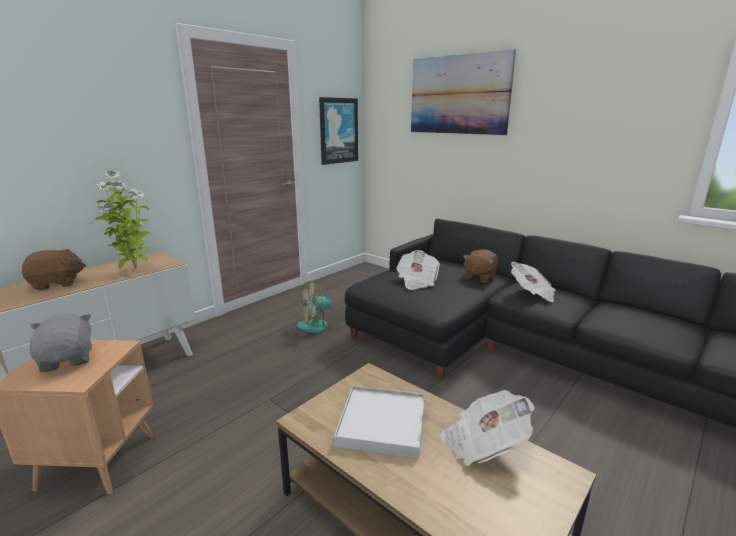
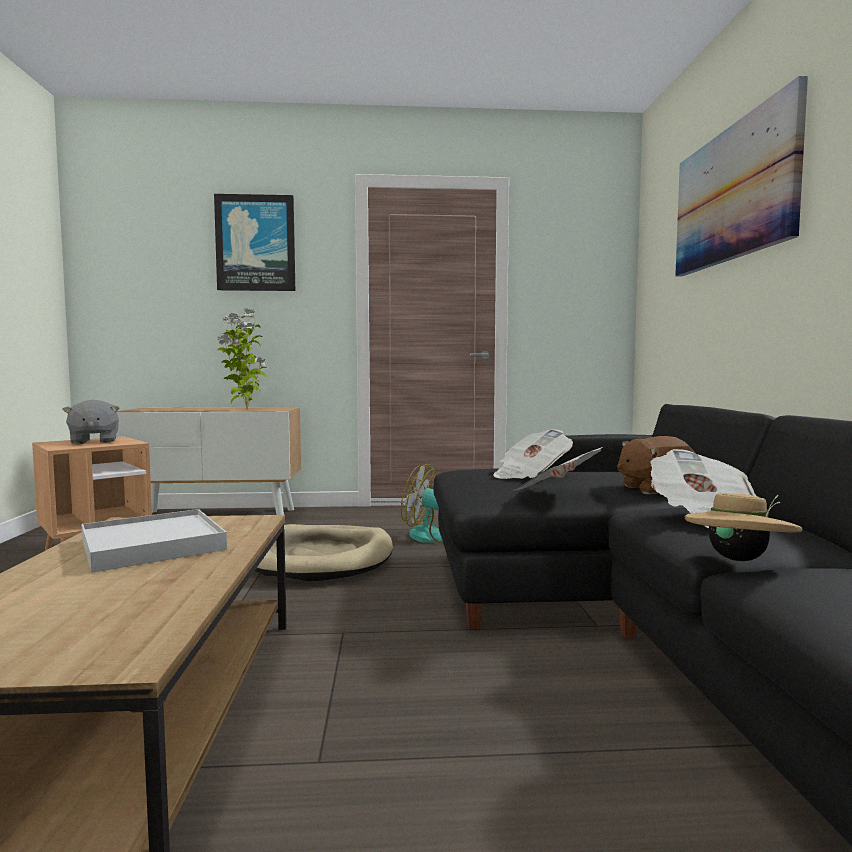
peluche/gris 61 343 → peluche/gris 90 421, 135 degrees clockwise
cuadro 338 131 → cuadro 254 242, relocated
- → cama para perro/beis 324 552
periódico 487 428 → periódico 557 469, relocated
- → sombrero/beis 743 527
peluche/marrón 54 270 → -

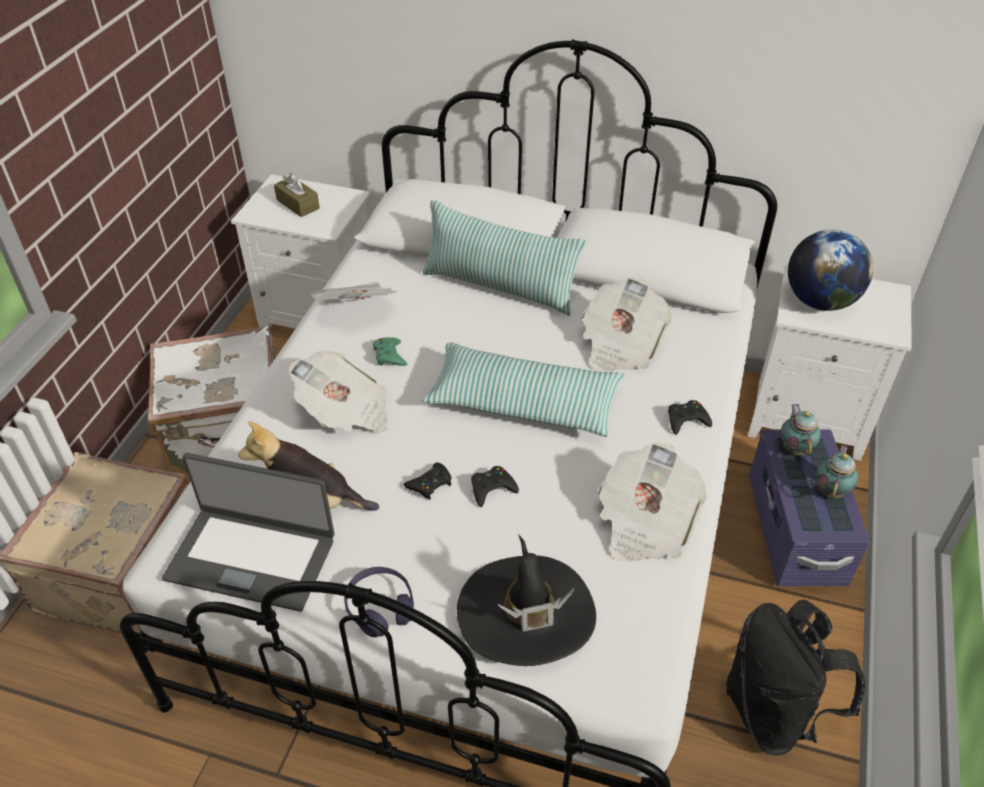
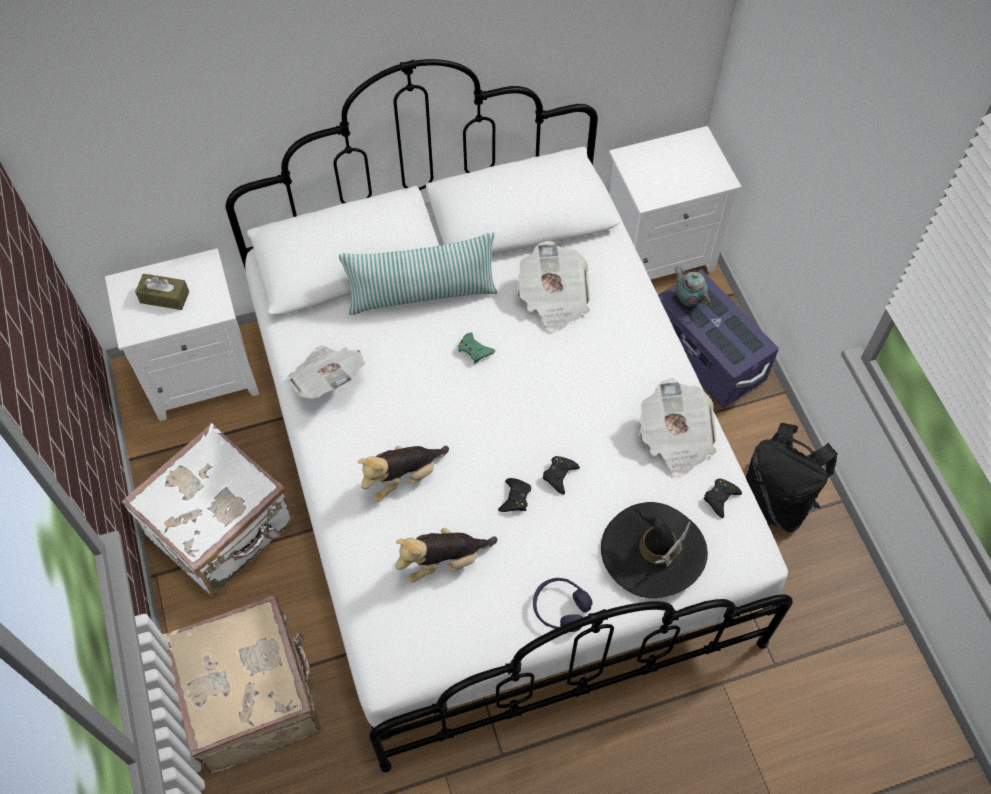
periódico 338 391 → peluche 403 474
mando de consola/verde 390 351 → mando de consola/verde 476 348, relocated
mando de consola/negro 690 417 → mando de consola/negro 722 498, relocated
portátil 248 532 → -
cojín 523 389 → -
globo terráqueo 830 270 → -
tetera 837 472 → -

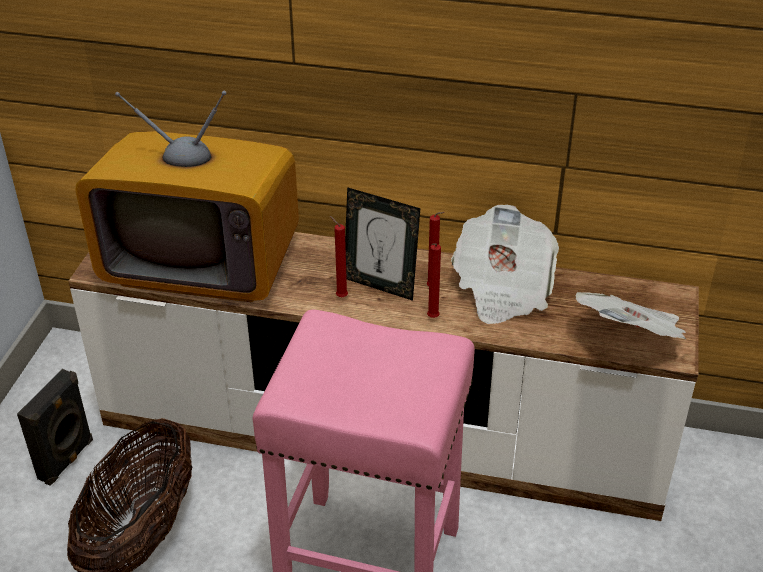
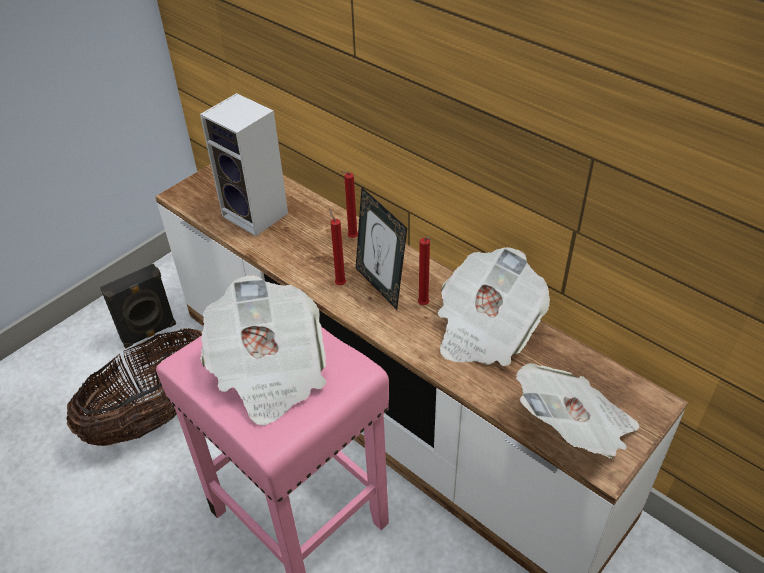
televisor 187 196 → altavoz 244 164
- → periódico 263 350
vela/rojo 434 280 → vela/rojo 349 204, relocated

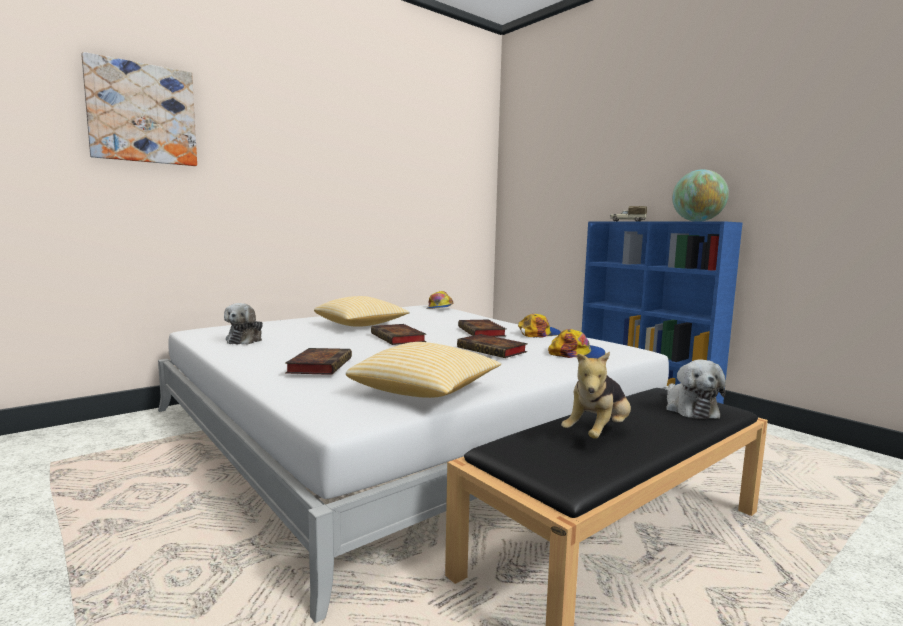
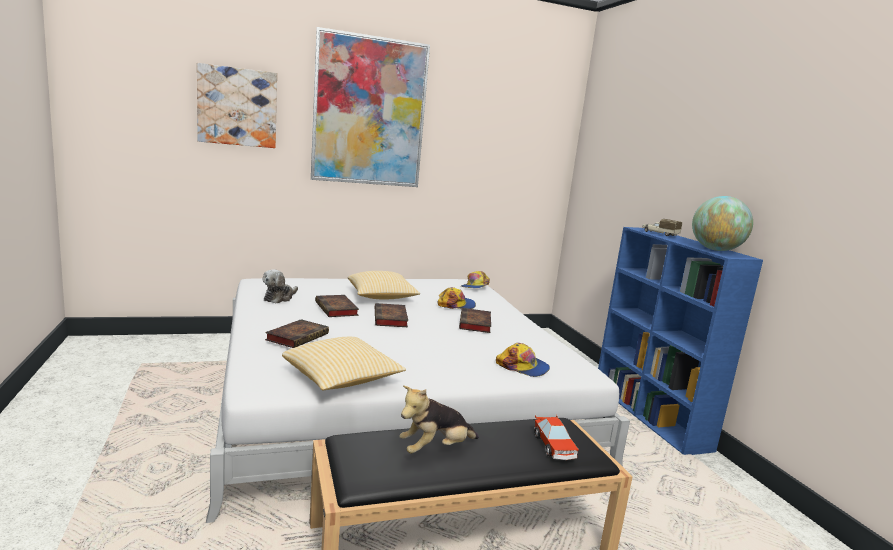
- → cuadro 370 107
libro 492 346 → libro 337 306, relocated
gorra 539 326 → gorra 457 298, relocated
peluche 696 389 → coche de juguete 556 437

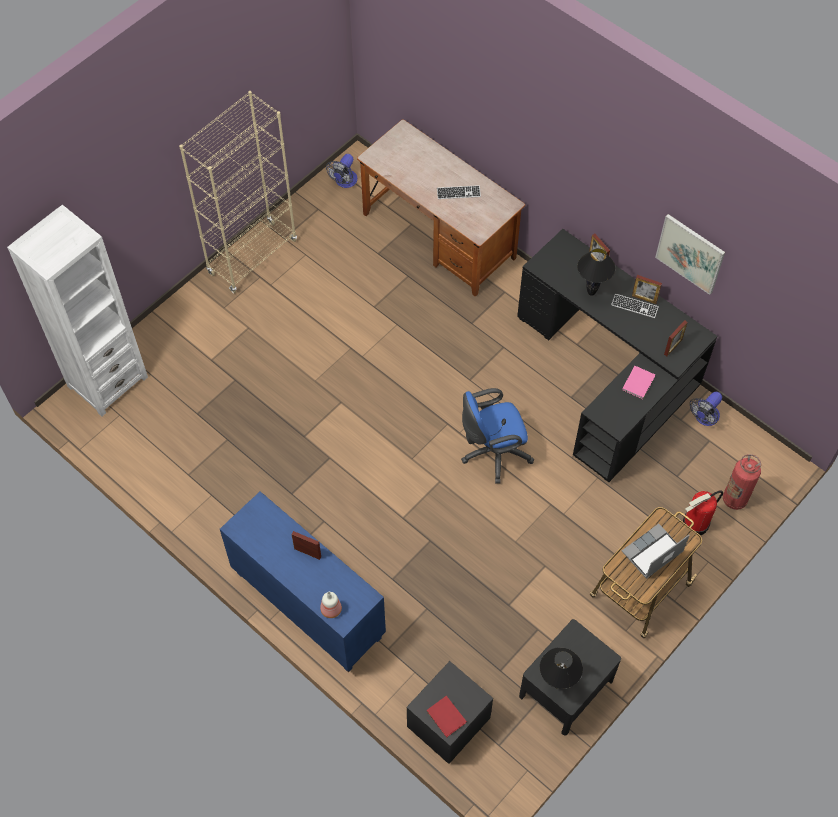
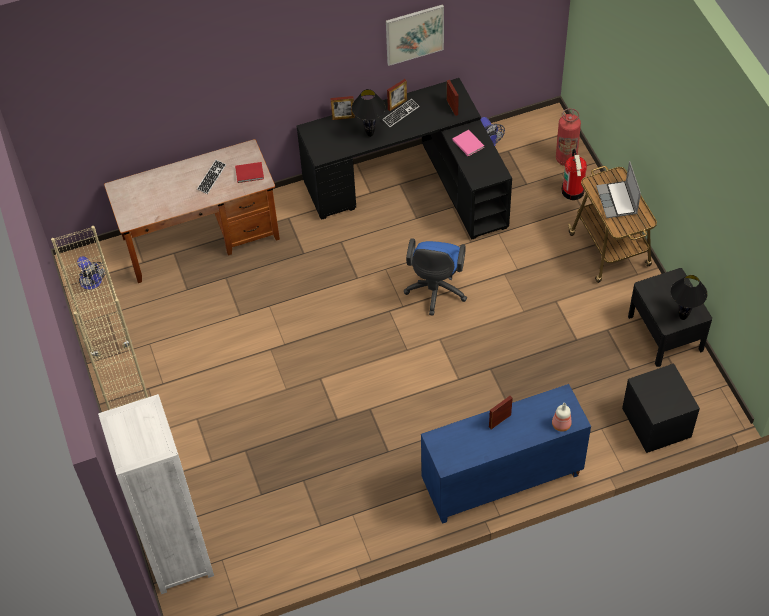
libro/rojo 446 717 → libro/rojo 249 172, relocated

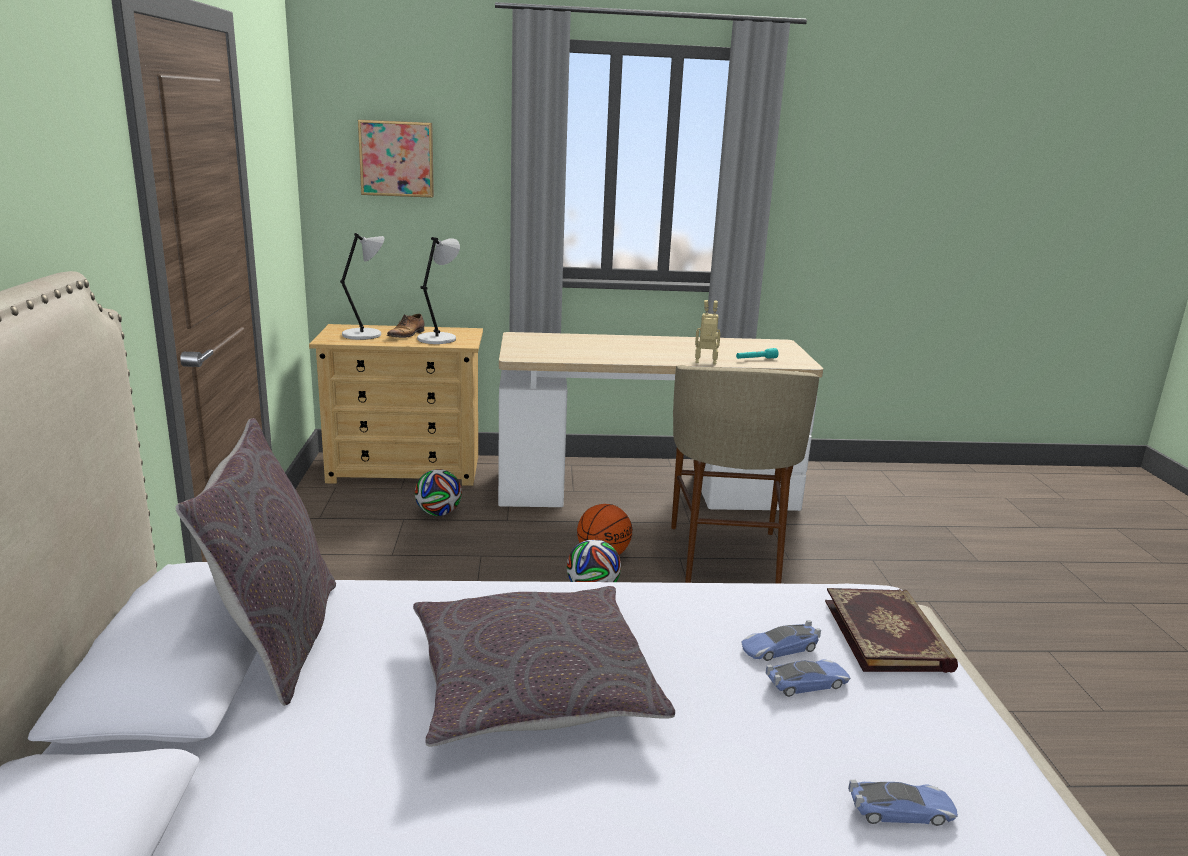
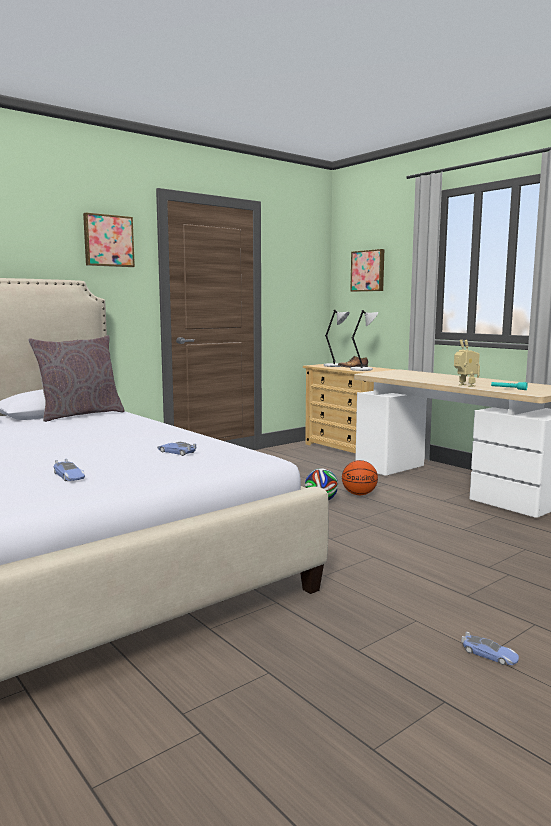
- → cuadro 109 240
coche de juguete 808 678 → coche de juguete 490 648, relocated
cojín/gris 544 666 → -
balón de fútbol 438 492 → -
taburete/beis 745 474 → -
libro 891 630 → -

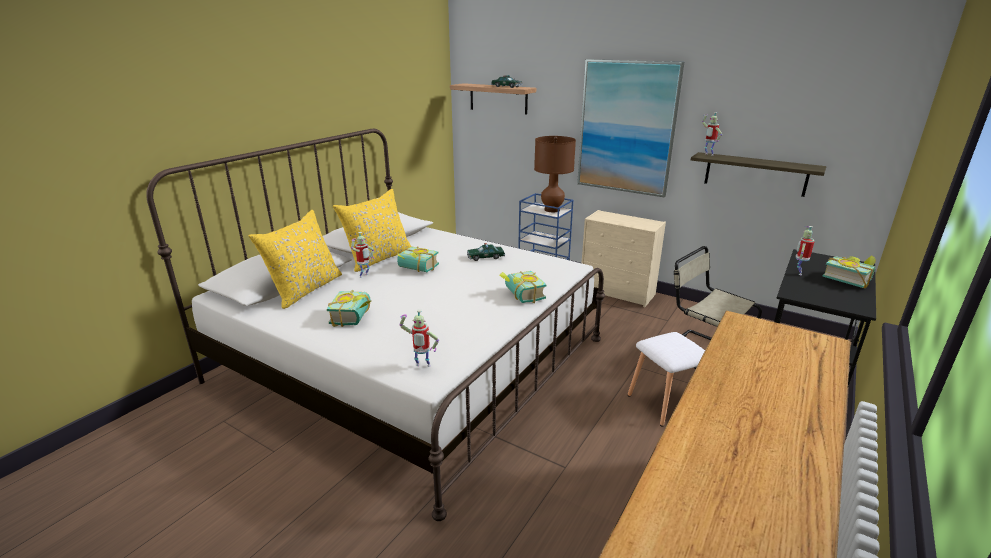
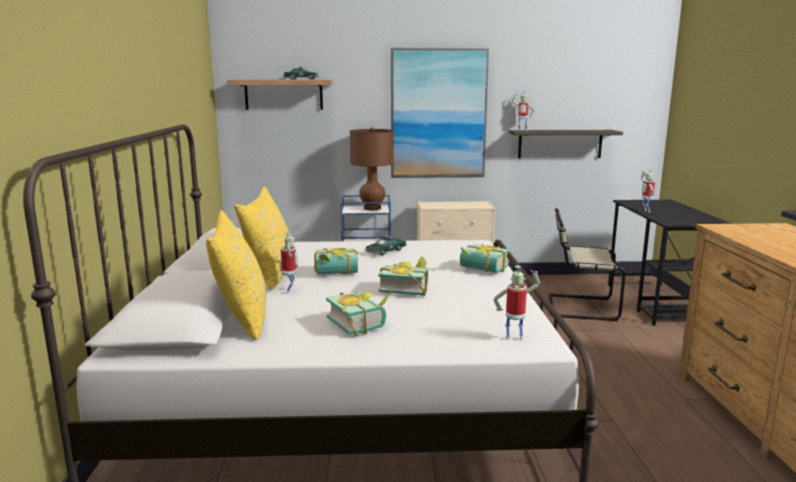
libro 849 272 → libro 403 276, relocated
robot de juguete 419 338 → robot de juguete 517 303, 150 degrees counterclockwise
taburete/blanco 666 379 → -

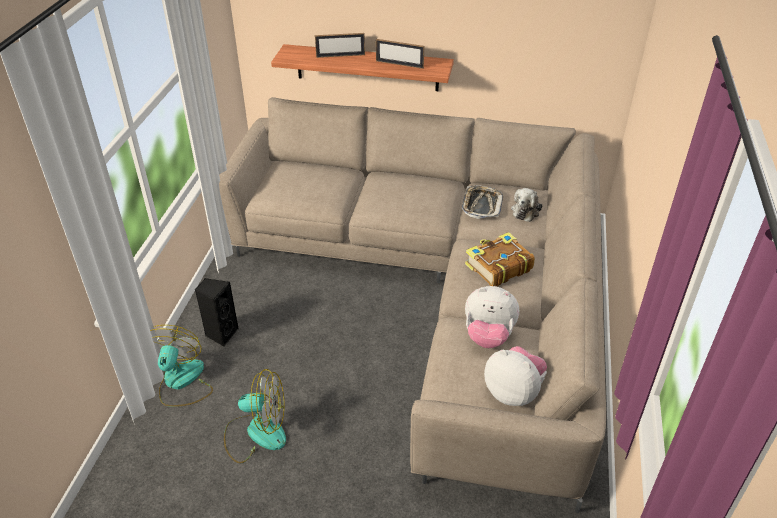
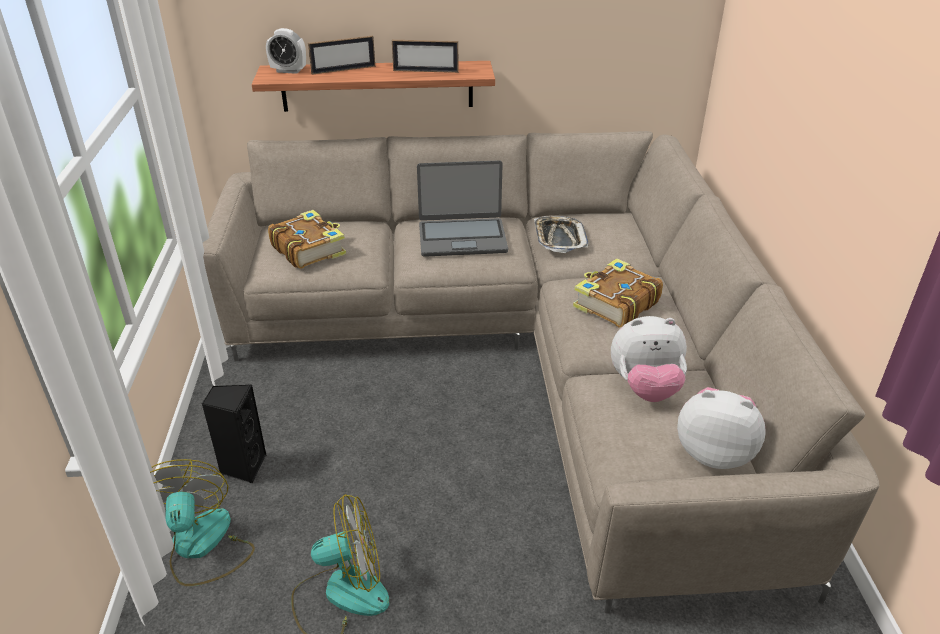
- → despertador 286 51
- → libro 307 239
- → portátil 462 208
peluche 526 205 → -

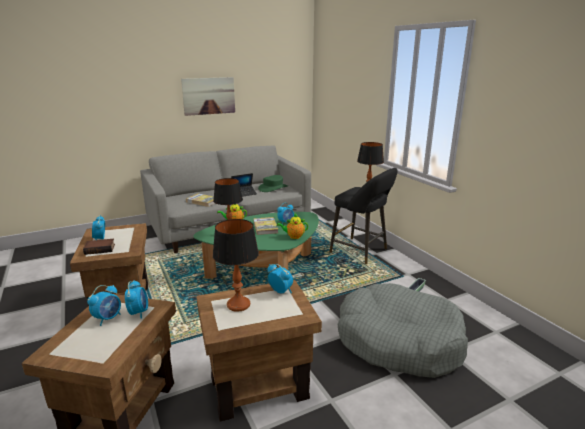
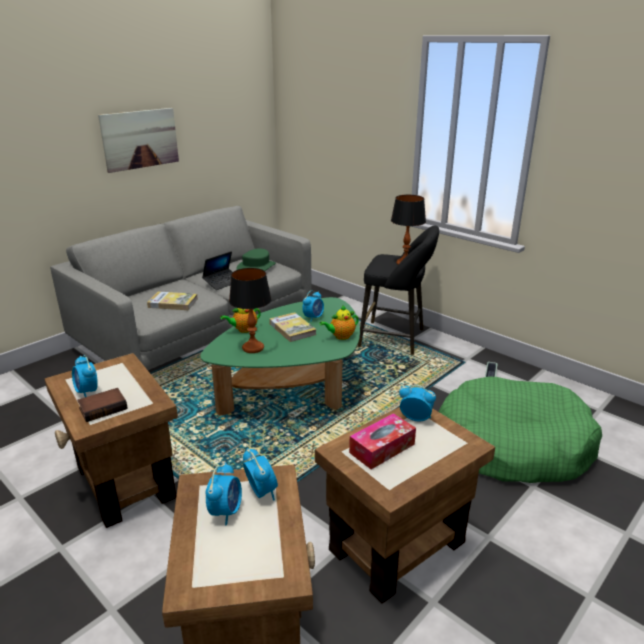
lámpara de mesa 235 265 → caja de pañuelos 382 441
cama para perro/gris 402 330 → cama para perro/verde 520 429

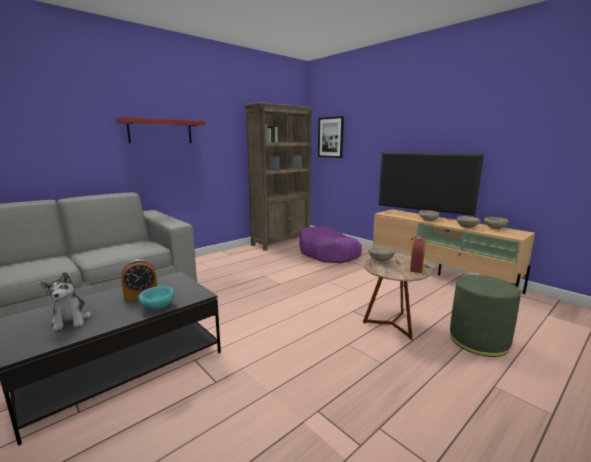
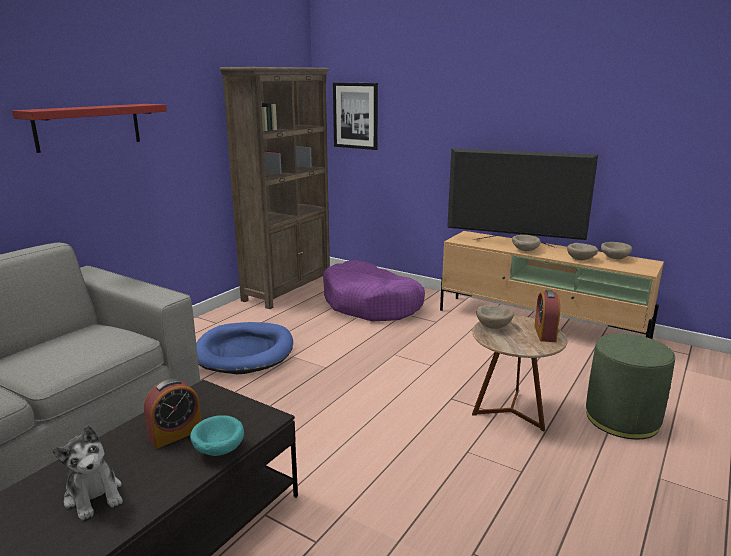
- → cama para perro/azul 244 348

